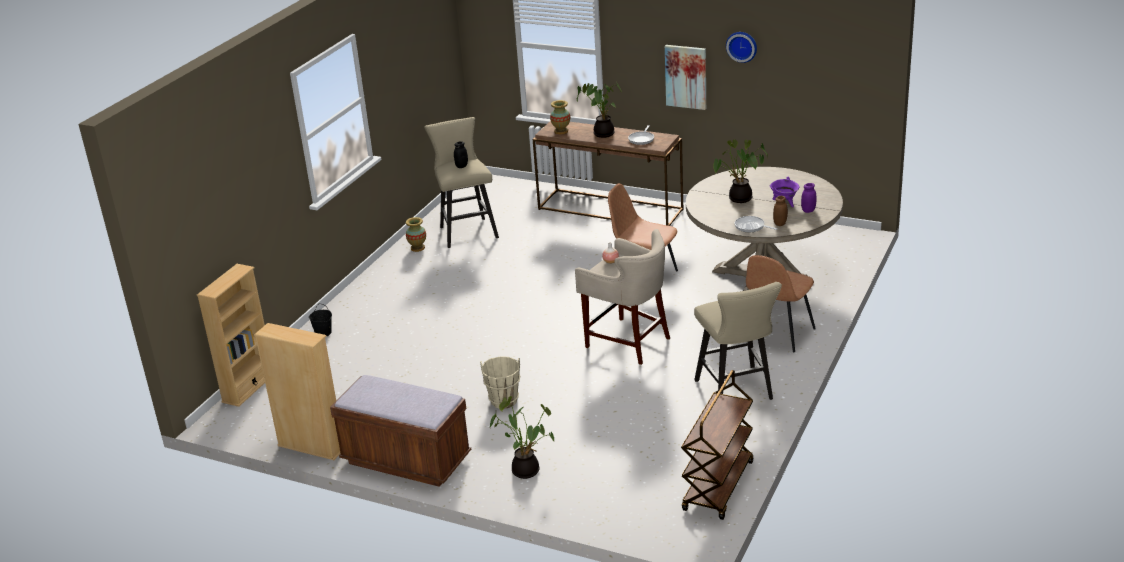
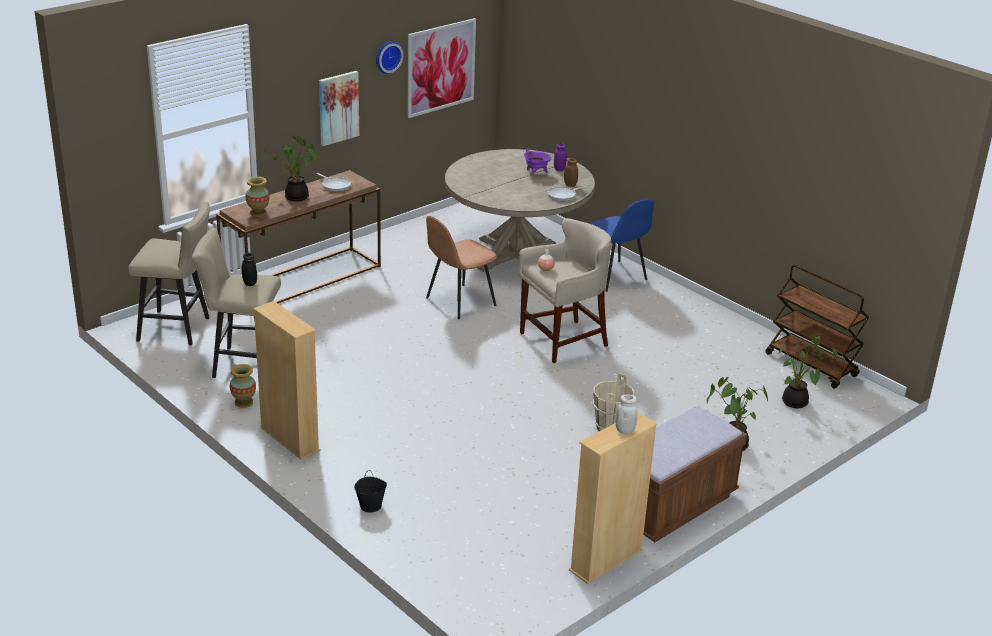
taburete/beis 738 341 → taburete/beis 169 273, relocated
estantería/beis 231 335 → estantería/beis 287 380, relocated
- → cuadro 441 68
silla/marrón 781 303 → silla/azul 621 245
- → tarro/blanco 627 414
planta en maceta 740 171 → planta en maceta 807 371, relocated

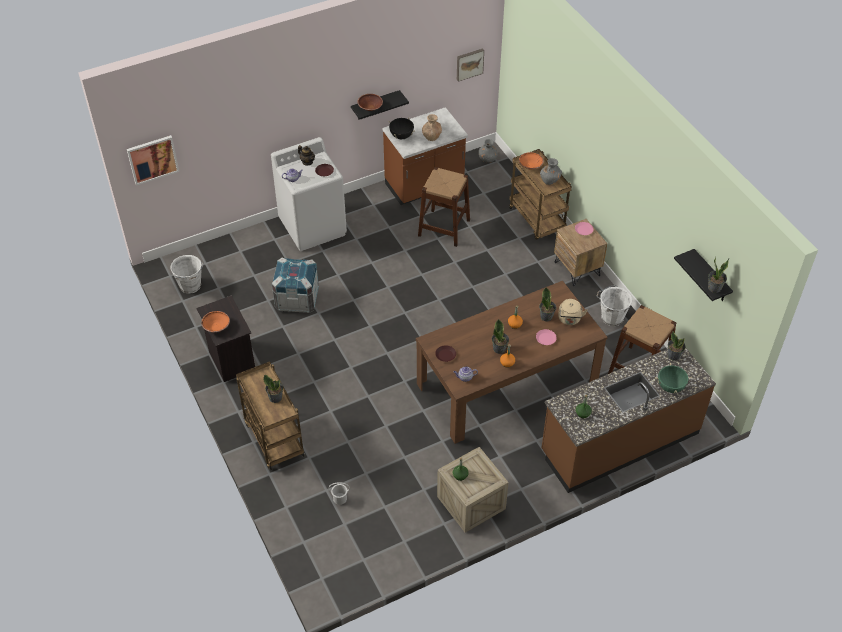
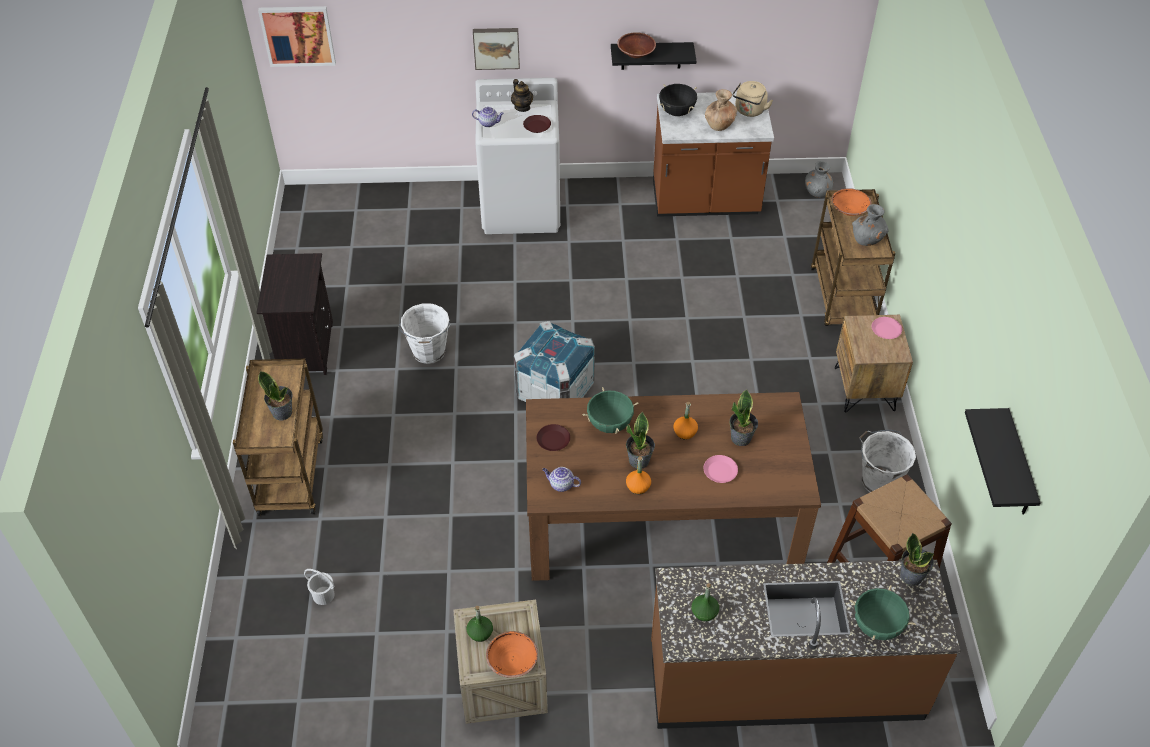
cubo/blanco 186 274 → cubo/blanco 424 333, relocated
cuadro 470 65 → cuadro 496 49, relocated
cuenco/naranja 215 321 → cuenco/naranja 512 654, relocated
caja de embalaje 295 285 → caja de embalaje 554 361, relocated
- → olla/verde 610 410
hervidor/beis 573 312 → hervidor/beis 753 99, relocated
taburete/marrón 444 207 → -
planta en maceta 718 275 → -

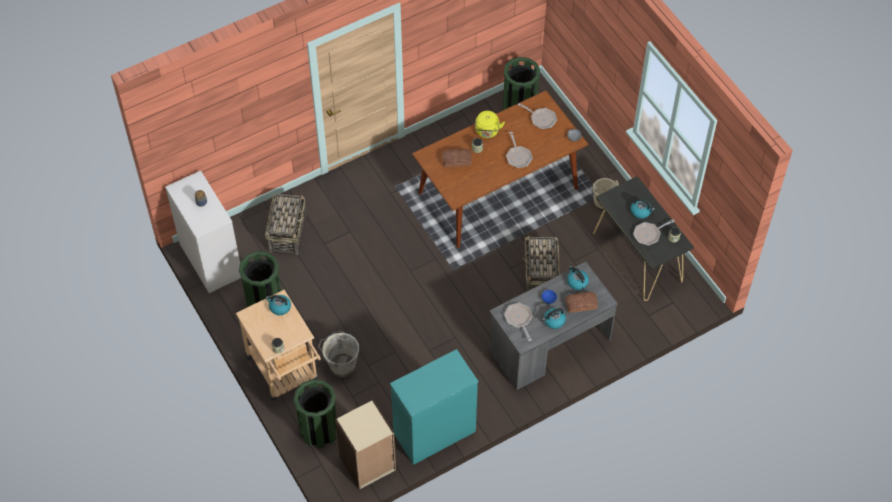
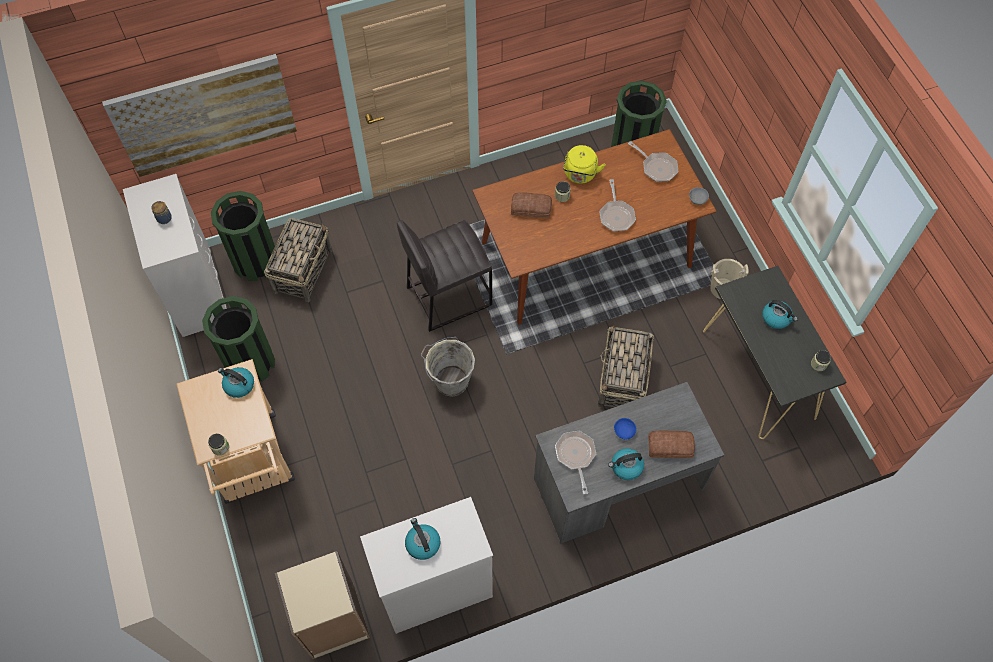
- → cuadro 199 115
papelera/verde 315 413 → papelera/verde 243 236, relocated
cómoda/turquesa 434 407 → cómoda/blanco 426 565
- → taburete/gris 444 276
hervidor 578 278 → hervidor 422 539, relocated
cubo/gris 338 354 → cubo/gris 447 367, relocated
sartén 654 232 → -

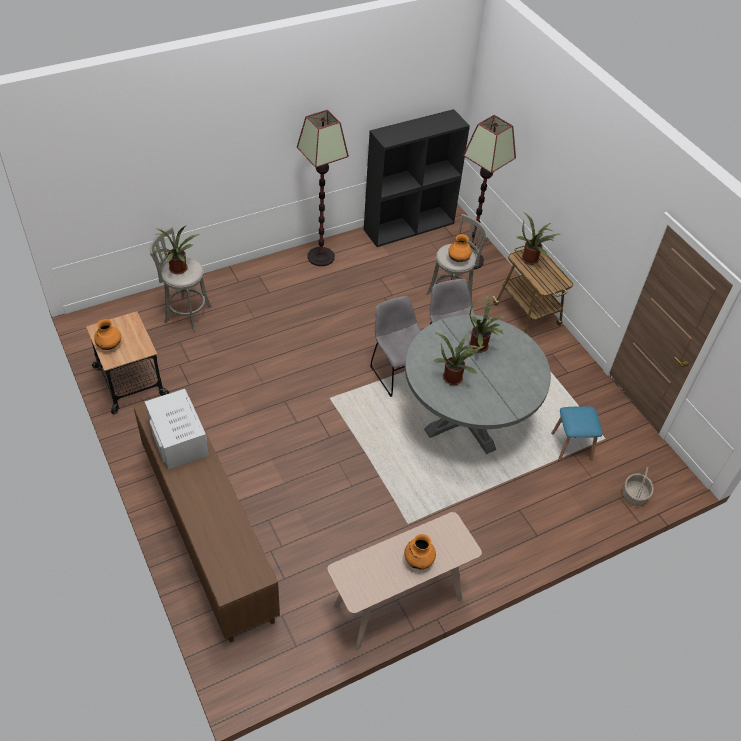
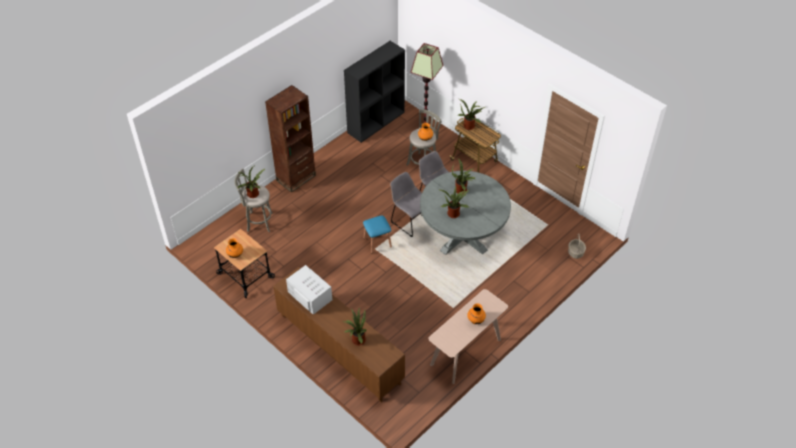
- → estantería/marrón 290 139
- → planta en maceta 354 327
taburete/azul 577 433 → taburete/azul 377 234, relocated
lámpara de pie 323 188 → -

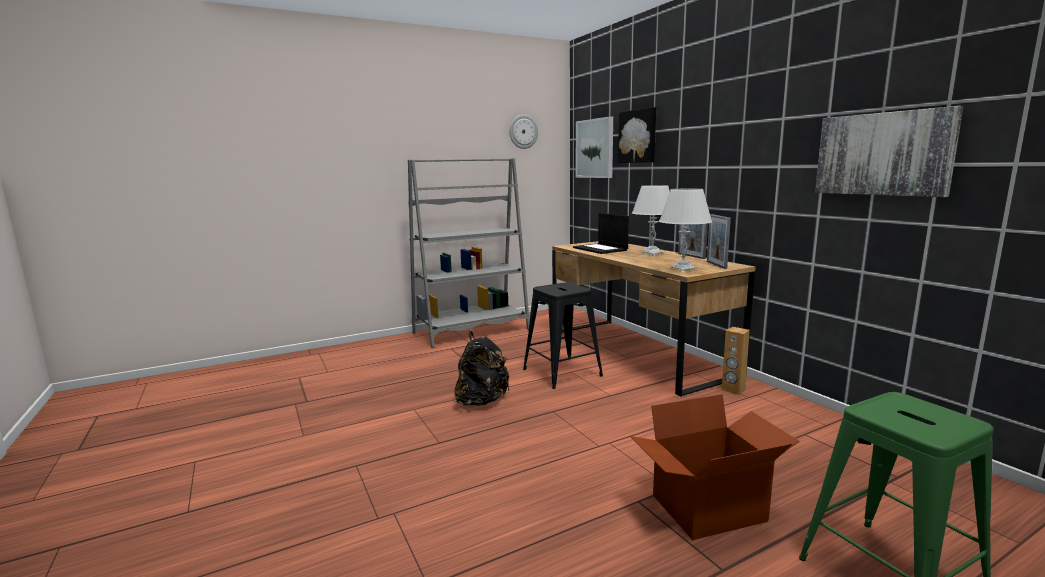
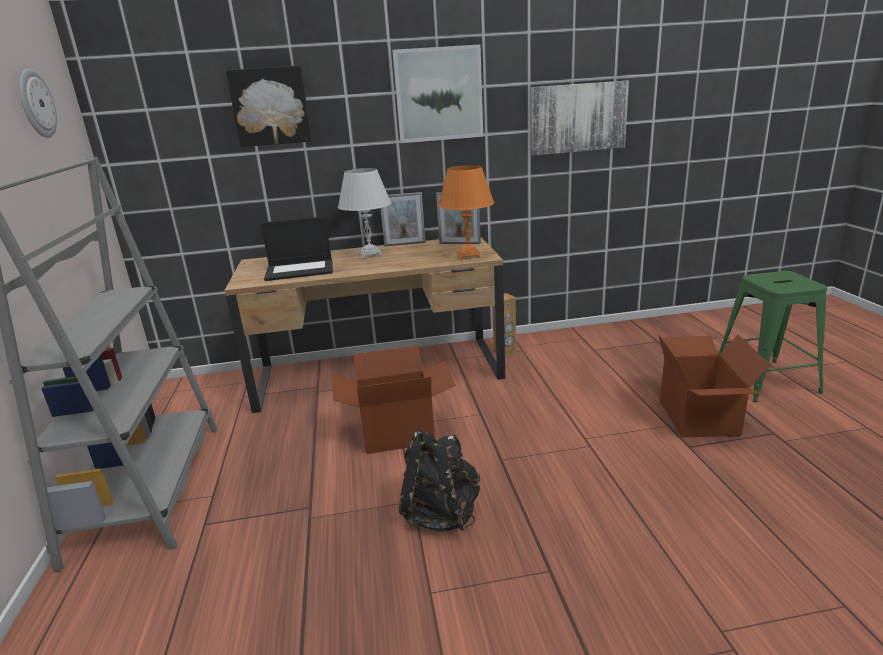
taburete/negro 563 335 → caja de cartón 394 399
cuadro 594 147 → cuadro 437 94, relocated
lámpara de mesa/blanco 685 230 → lámpara de mesa/naranja 466 212

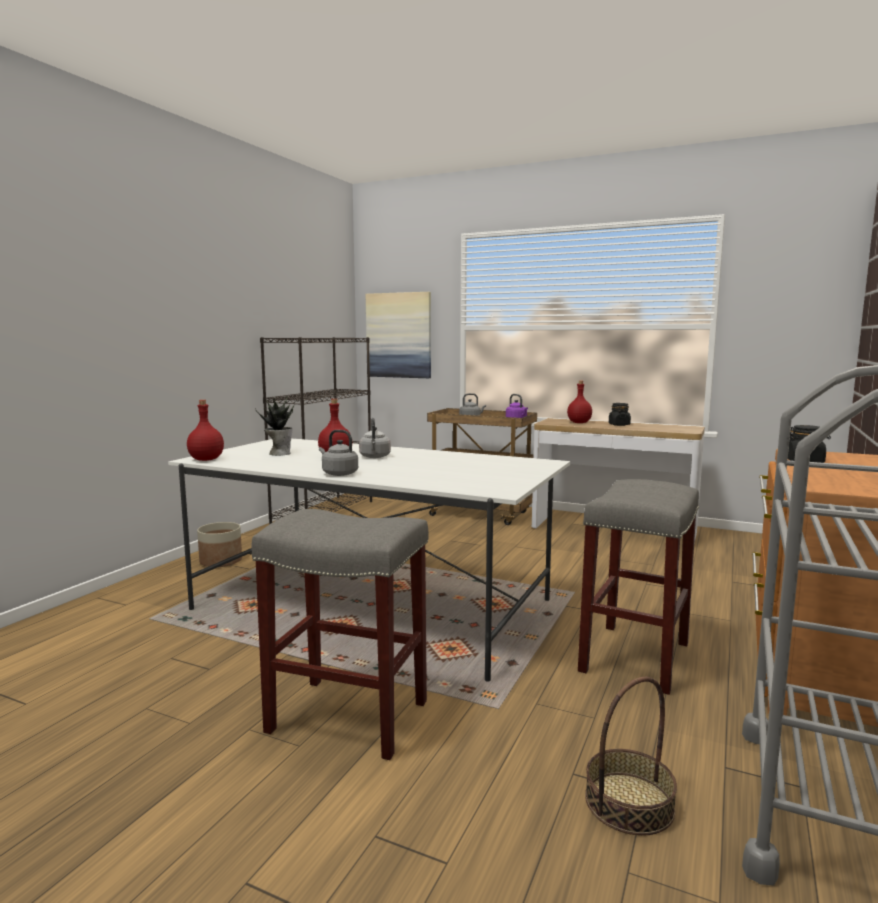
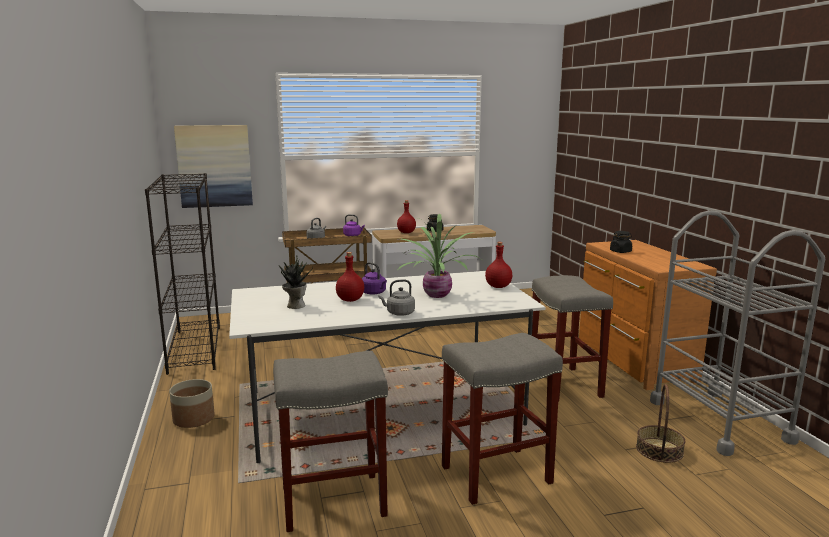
- → taburete/gris 330 441
hervidor/gris 375 438 → hervidor/morado 374 278
- → planta en maceta 439 256
botella/rojo 205 430 → botella/rojo 498 265, relocated

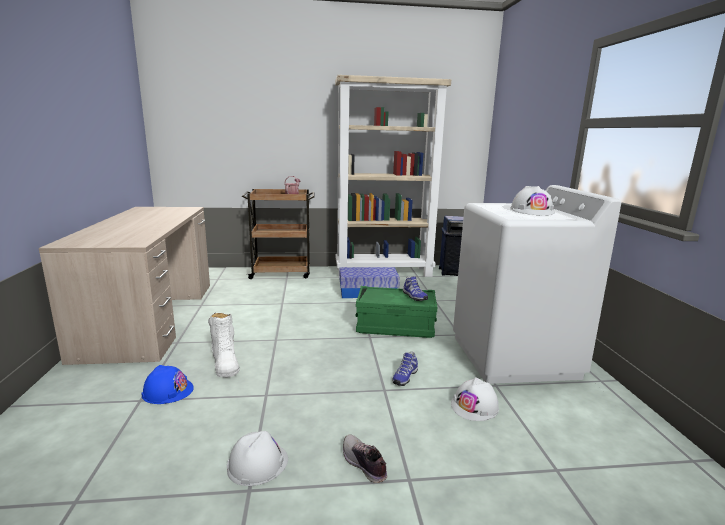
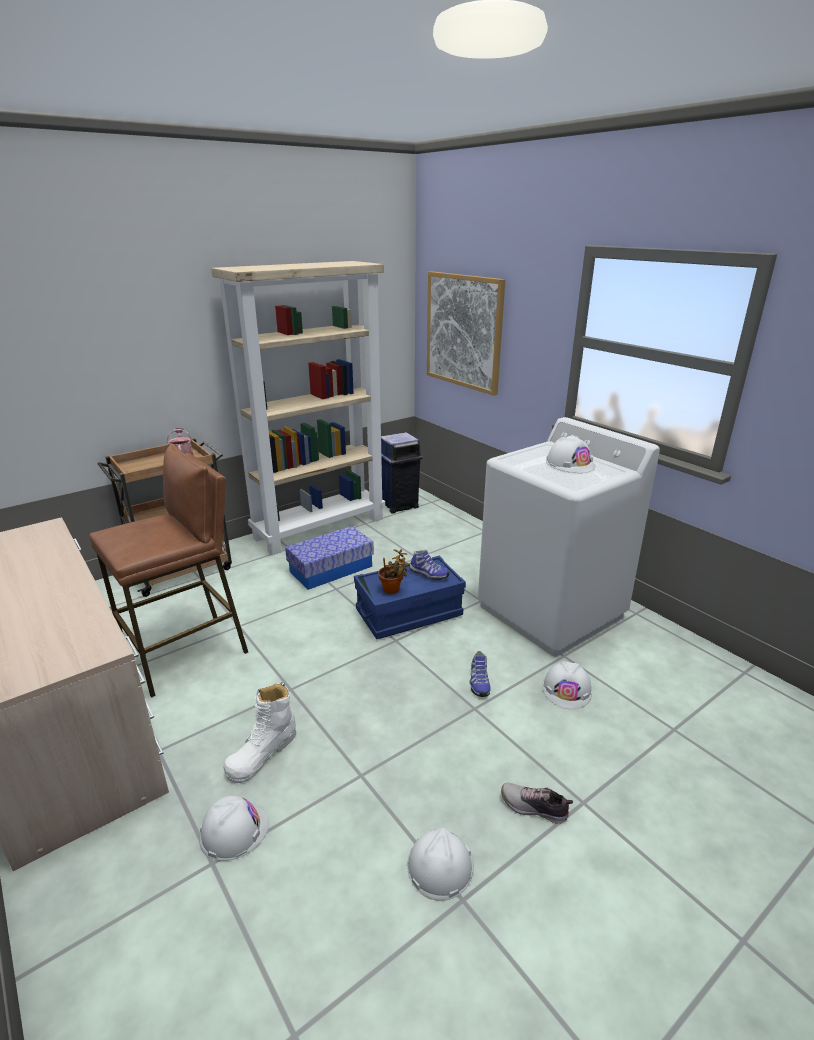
- → taburete/marrón 168 571
casco/azul 167 384 → casco/blanco 234 828
bota/blanco 224 345 → bota/blanco 260 732, 90 degrees clockwise
caja de almacenaje/verde 396 312 → caja de almacenaje/azul 410 597
- → planta en maceta 393 571
- → cuadro 466 333

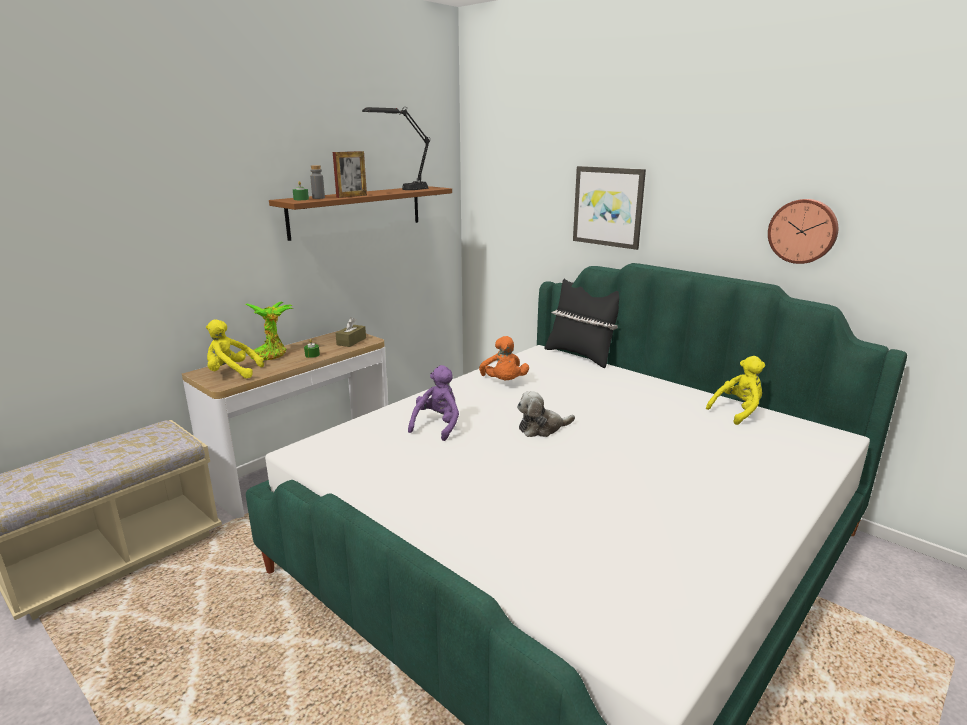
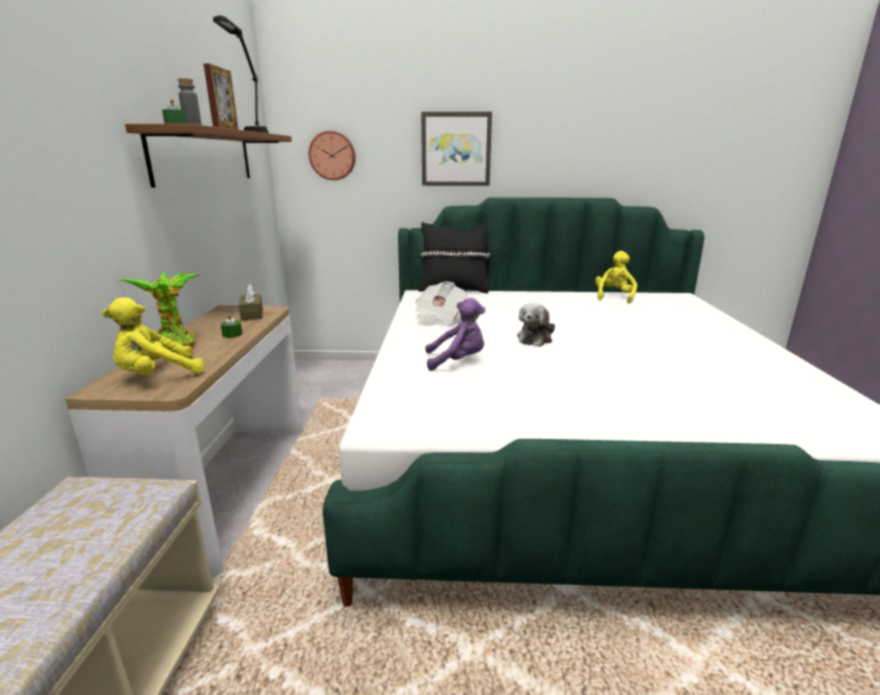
reloj de pared 803 231 → reloj de pared 332 155, relocated
peluche/naranja 504 358 → periódico 441 303
peluche/morado 433 403 → peluche/morado 455 334, 105 degrees clockwise

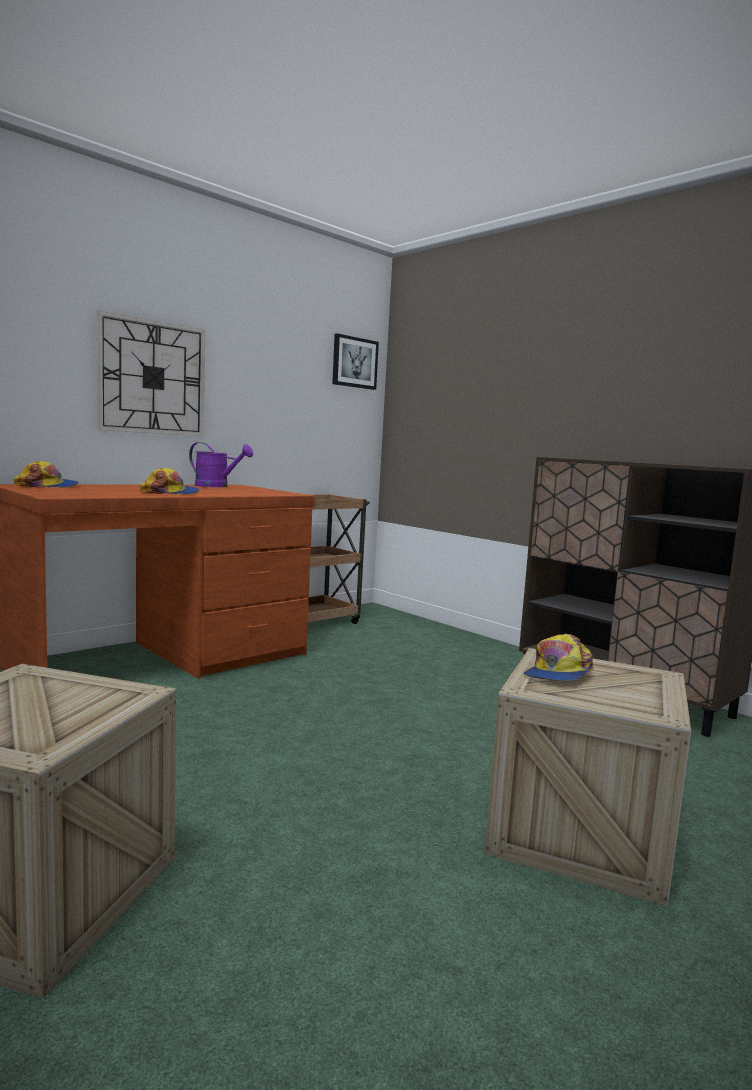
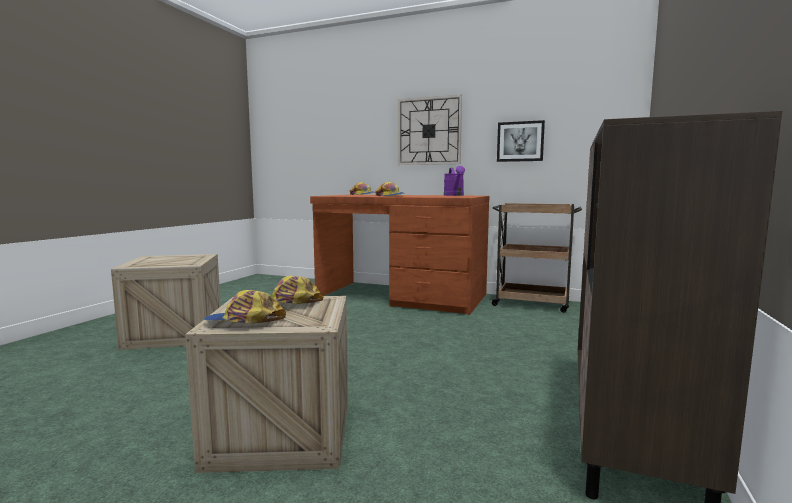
- → gorra 245 307
cuadro 355 361 → cuadro 521 141, relocated

